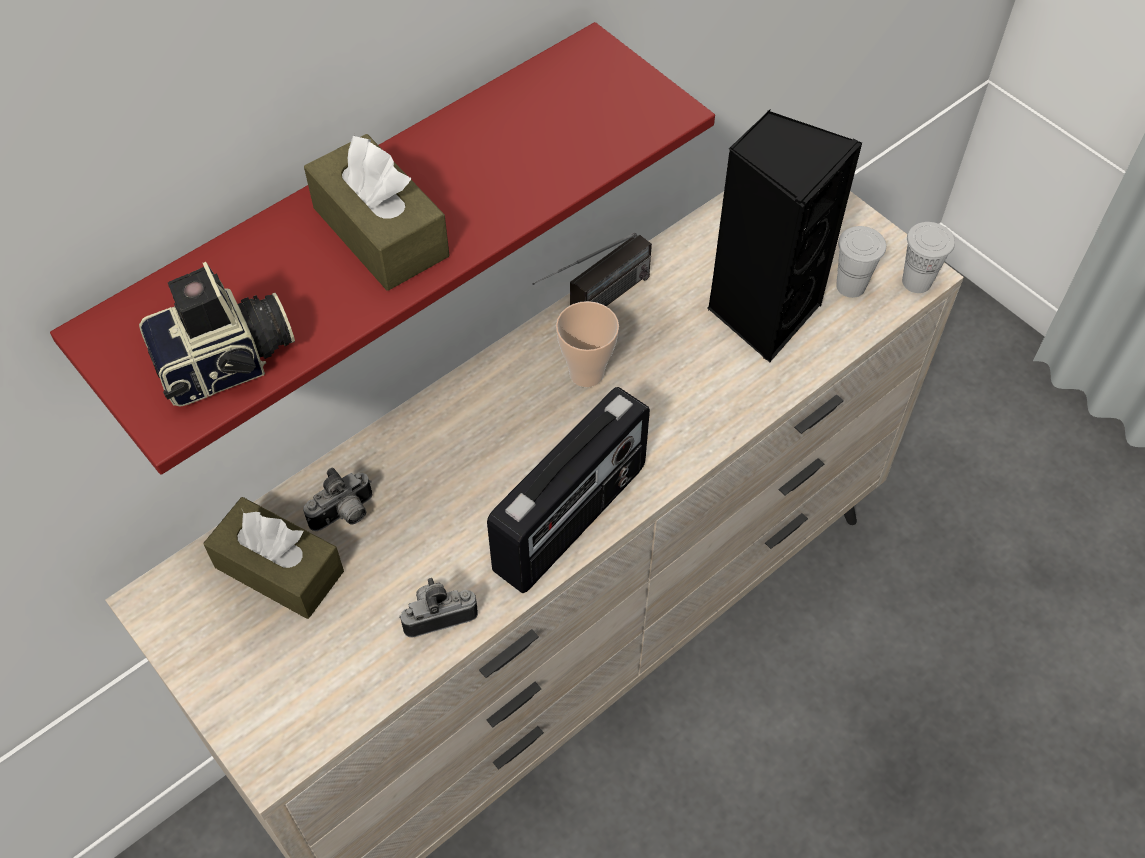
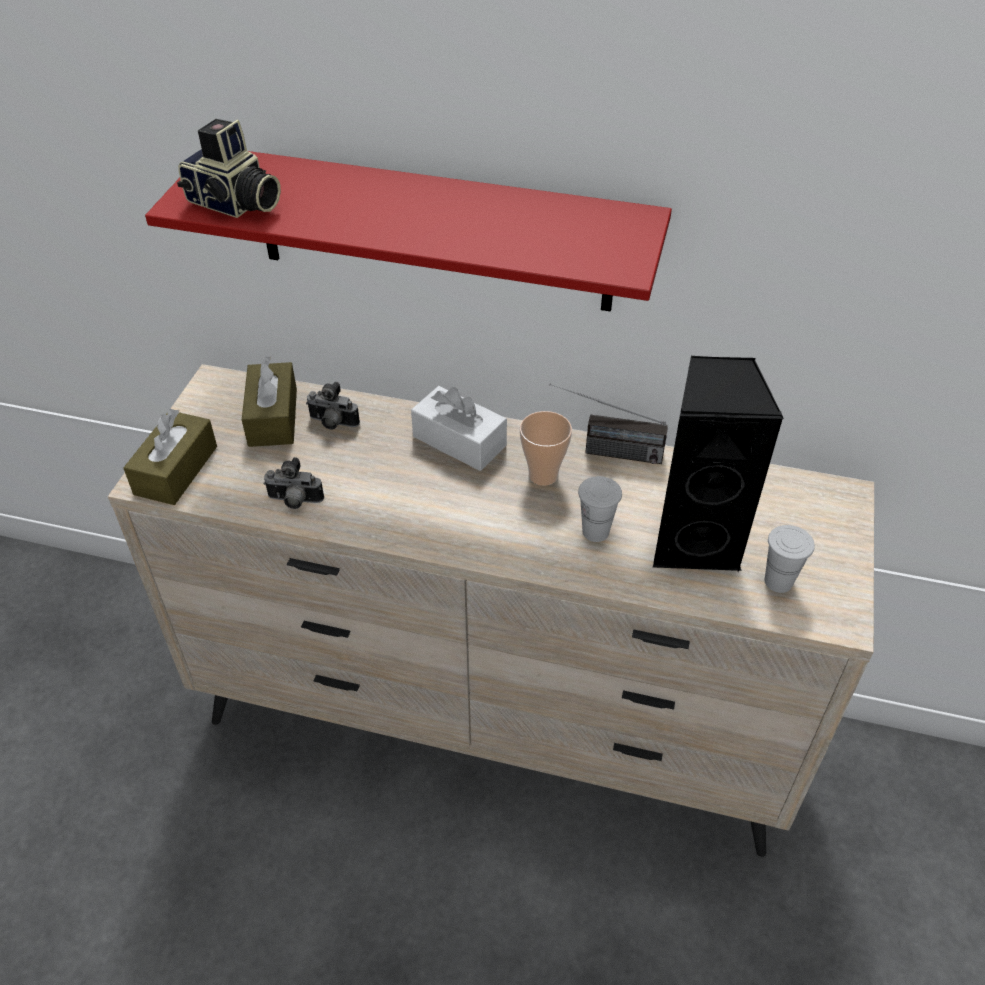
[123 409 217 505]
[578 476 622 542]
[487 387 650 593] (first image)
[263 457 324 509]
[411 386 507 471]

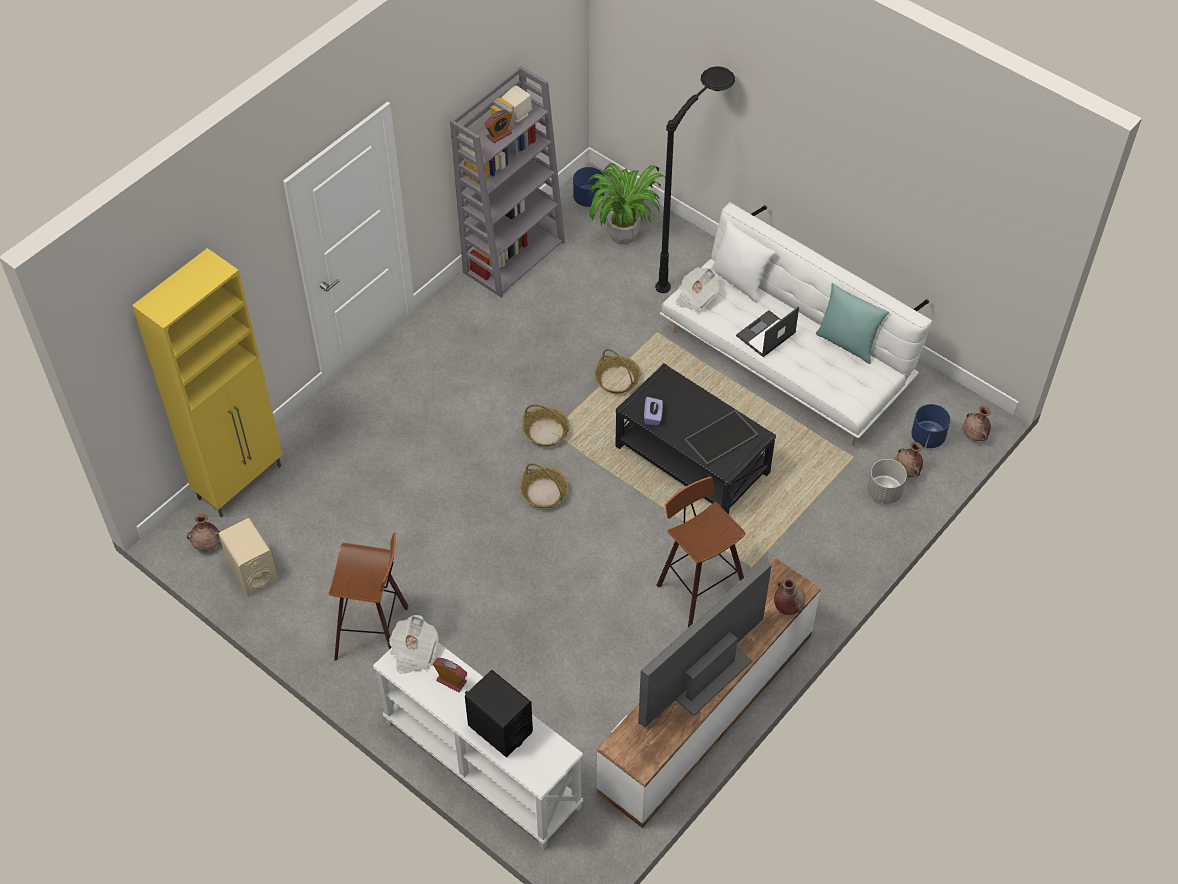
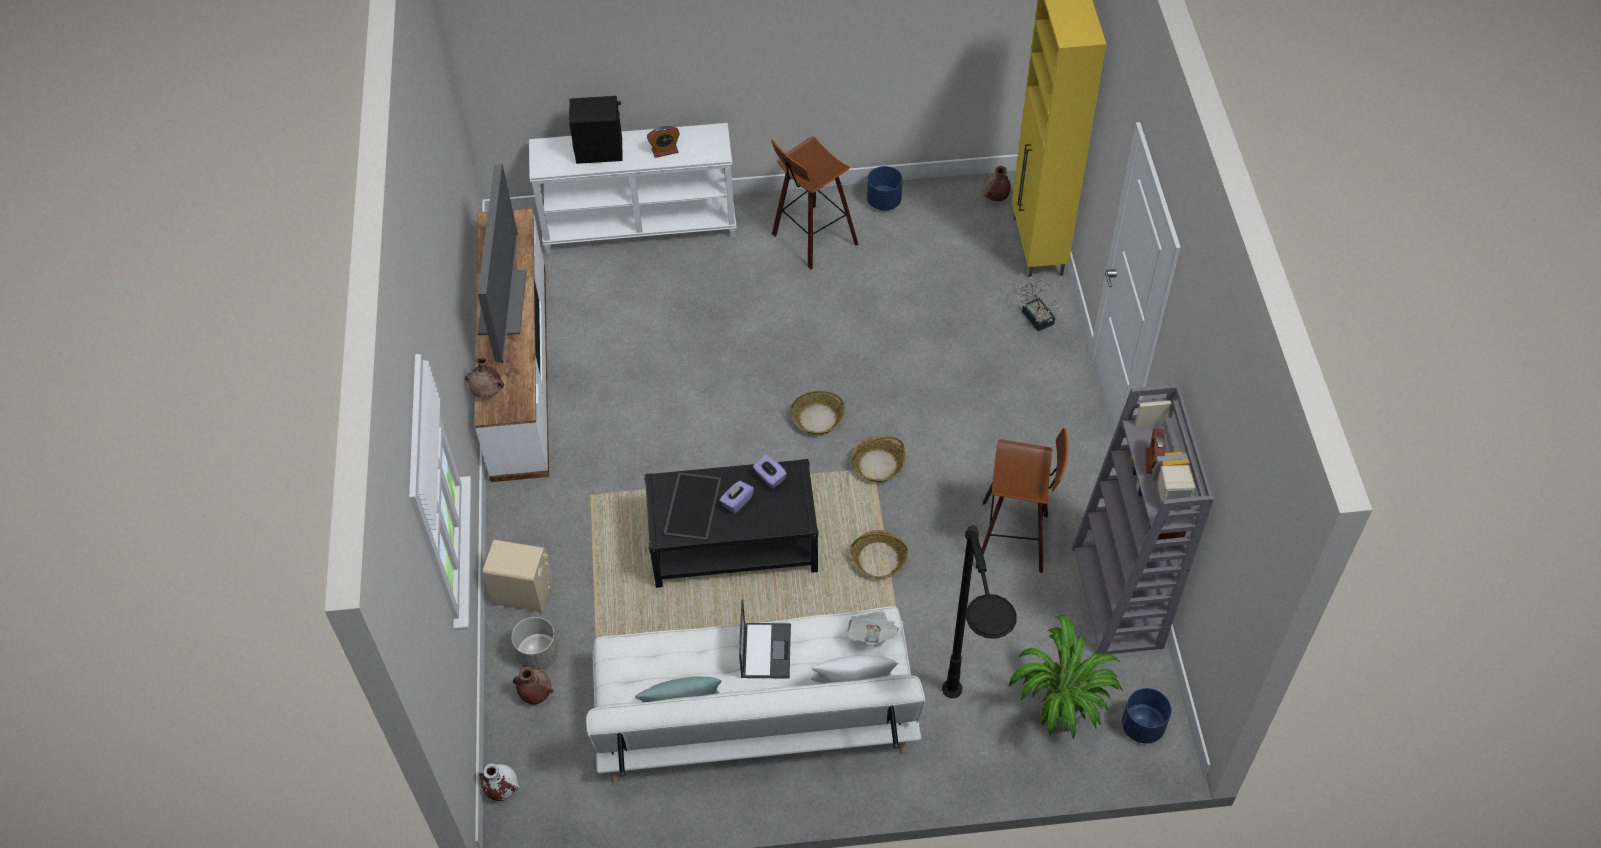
[867 166 903 211]
[479 763 520 801]
[976 428 1068 573]
[483 540 553 612]
[389 615 439 674] (first image)
[1016 273 1062 331]
[719 481 754 514]

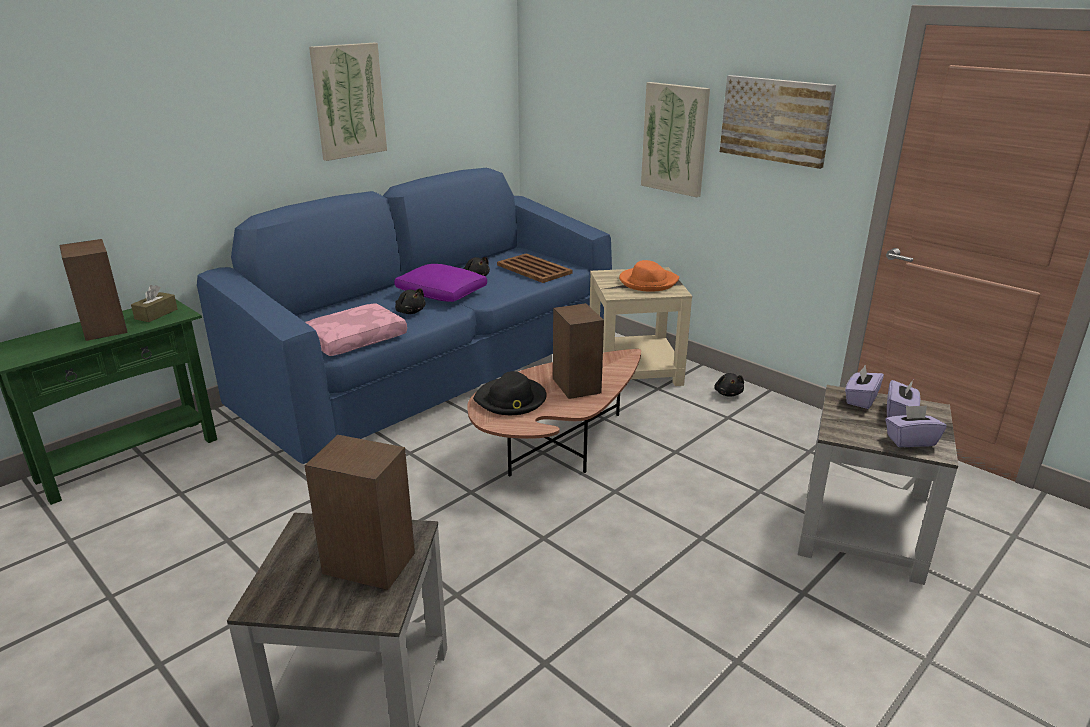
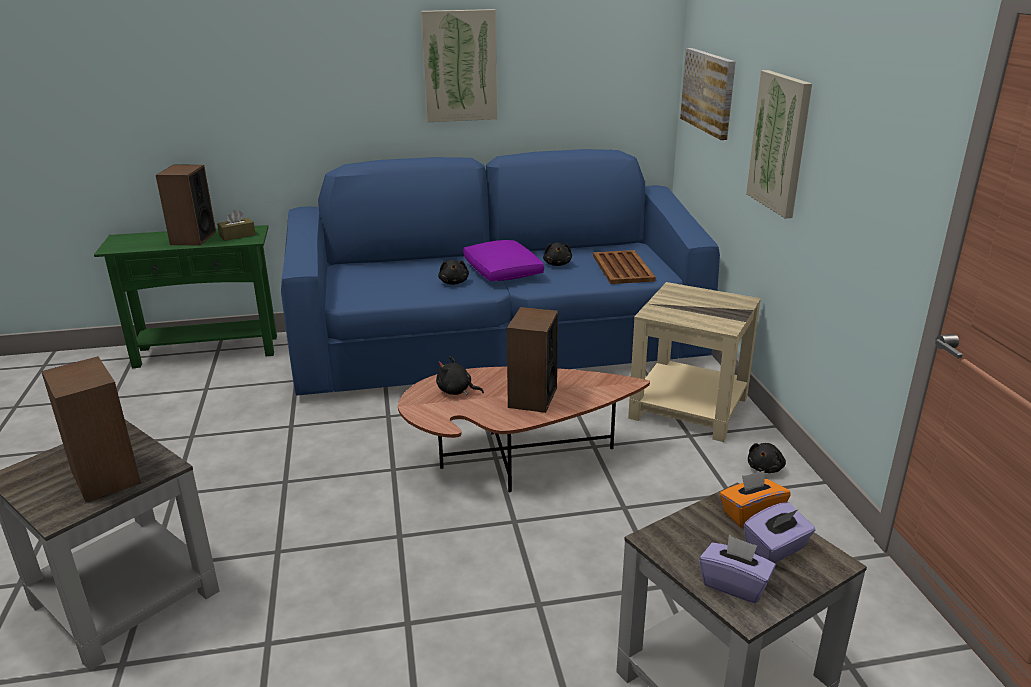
[680 48 736 140]
[619 260 679 292] (first image)
[305 303 407 356] (first image)
[720 470 791 528]
[436 356 484 395]

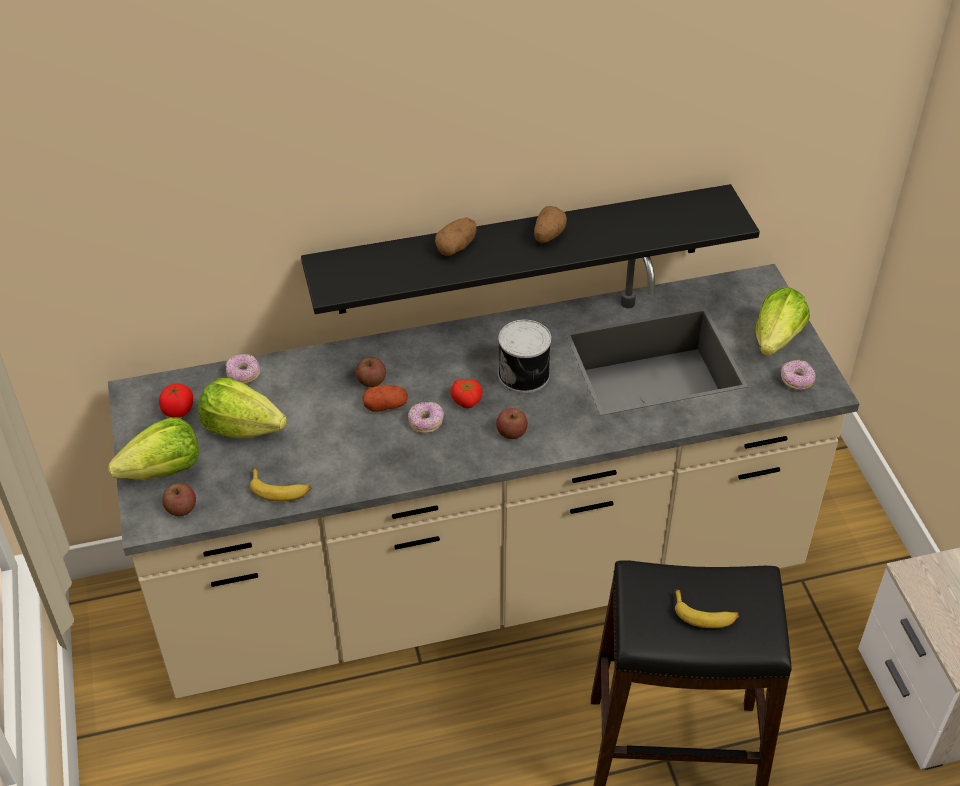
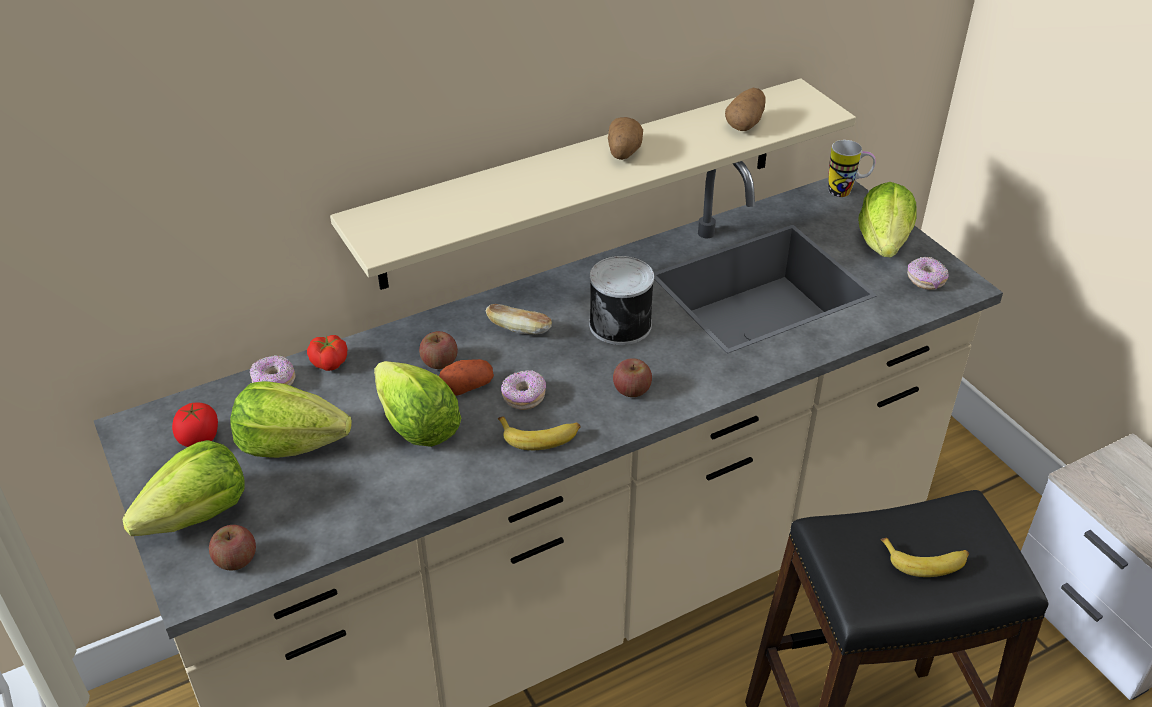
[330 78 856 290]
[725 88 765 131]
[307 335 347 371]
[498 416 580 450]
[828 140 876 197]
[486 304 552 334]
[374 361 461 447]

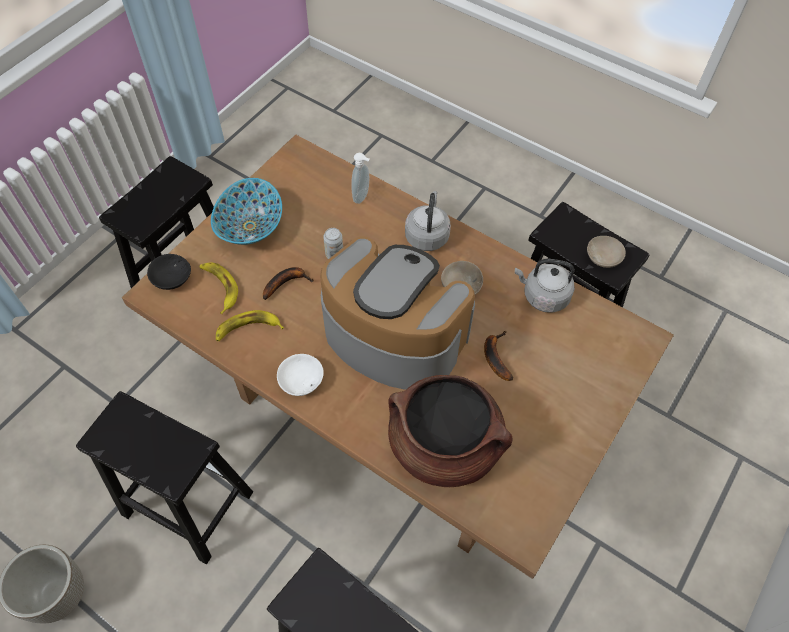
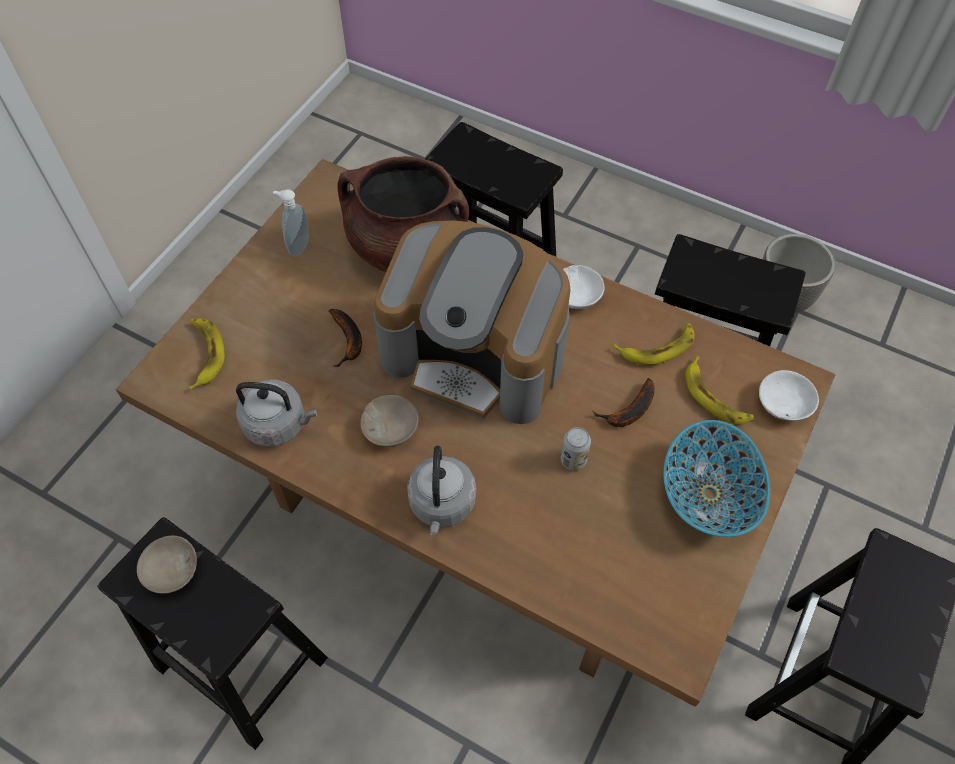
[273 190 309 256]
[759 370 819 421]
[189 318 225 390]

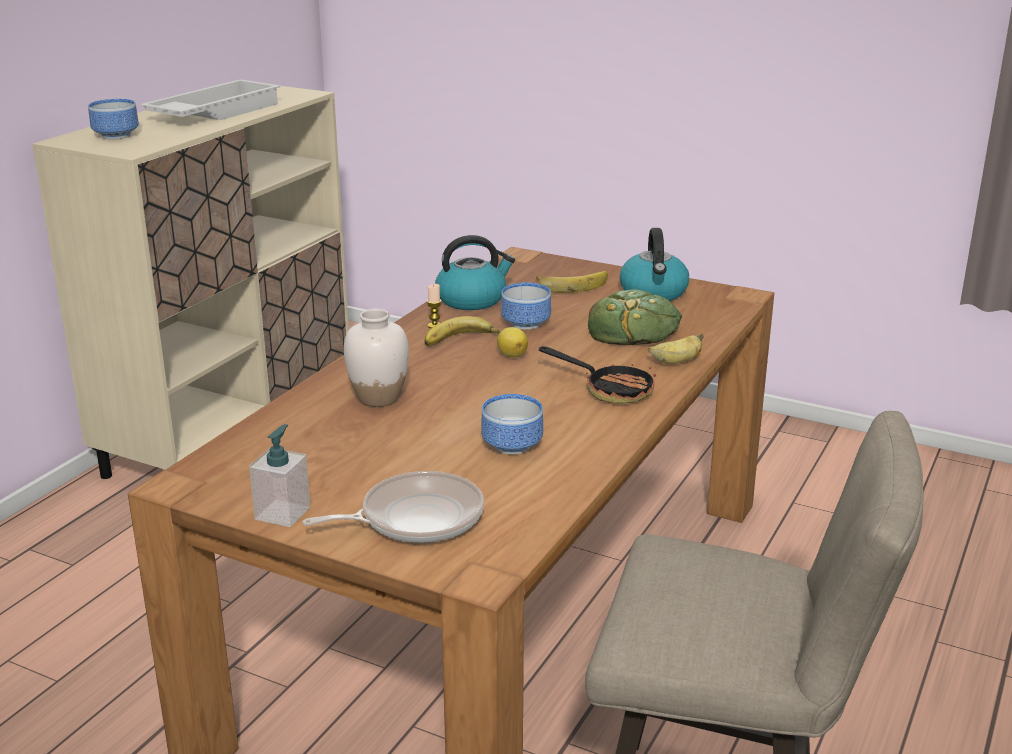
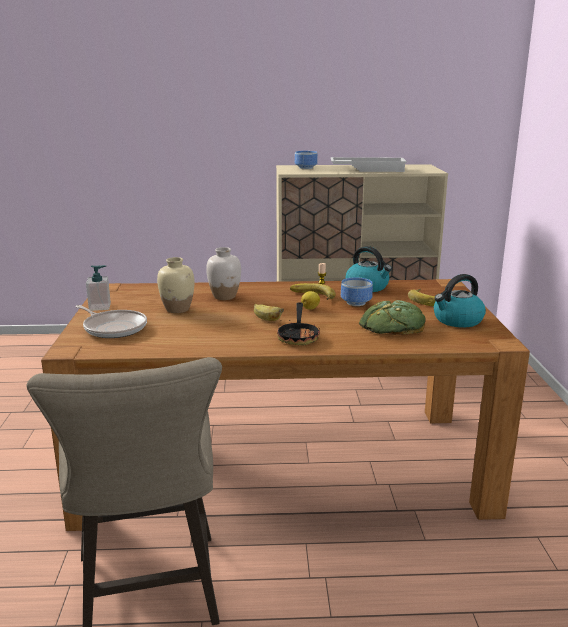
[254 304 284 321]
[481 394 543 455] (first image)
[157 257 195 313]

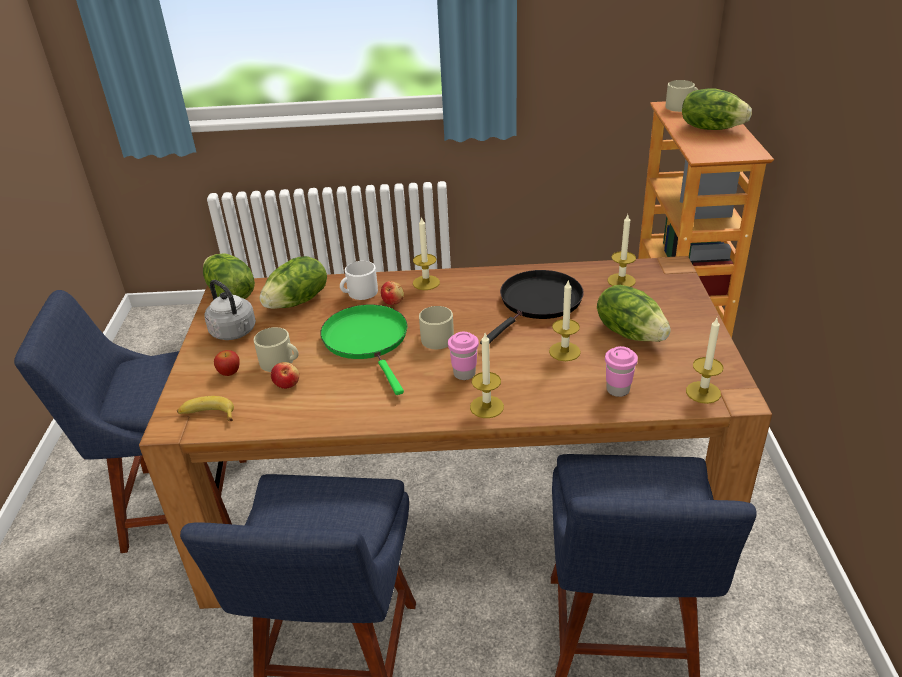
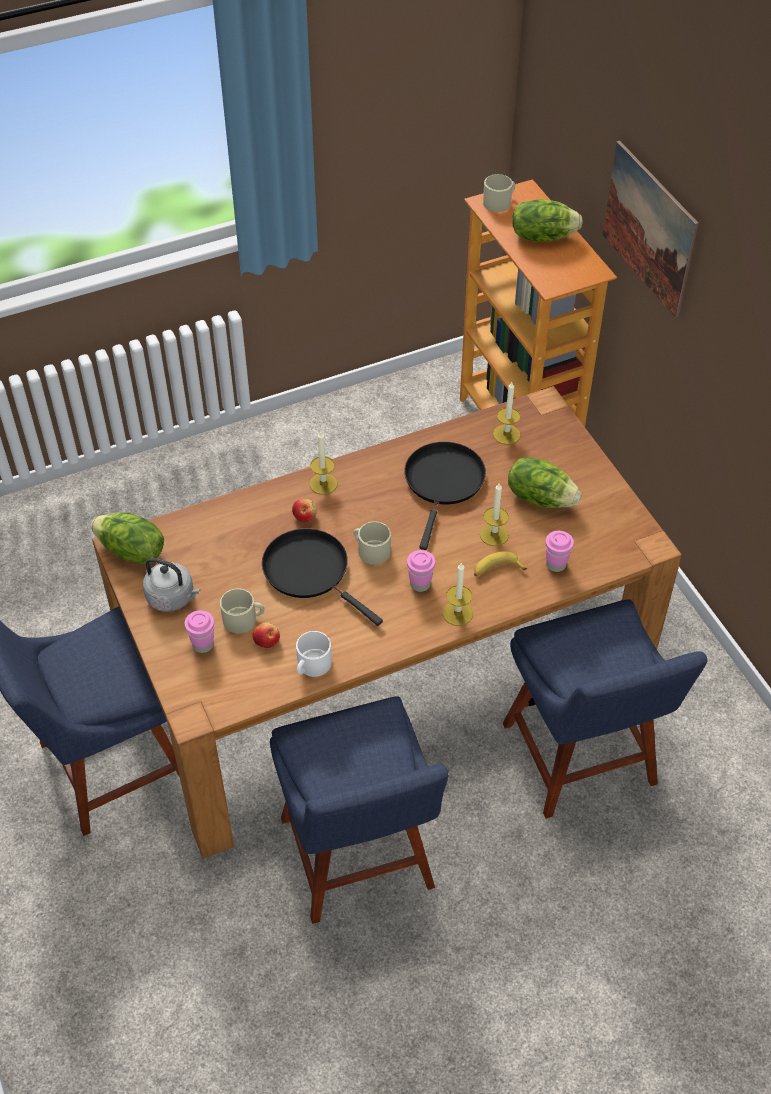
[259 256 327 309] (first image)
[296 631 332 677]
[262 529 383 626]
[686 318 723 404] (first image)
[185 610 214 653]
[474 551 527 576]
[603 141 699 318]

